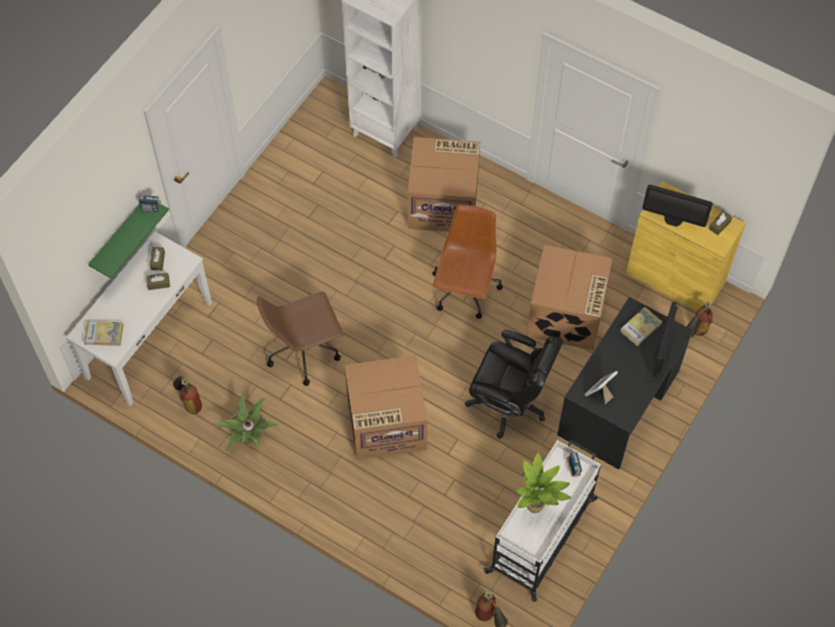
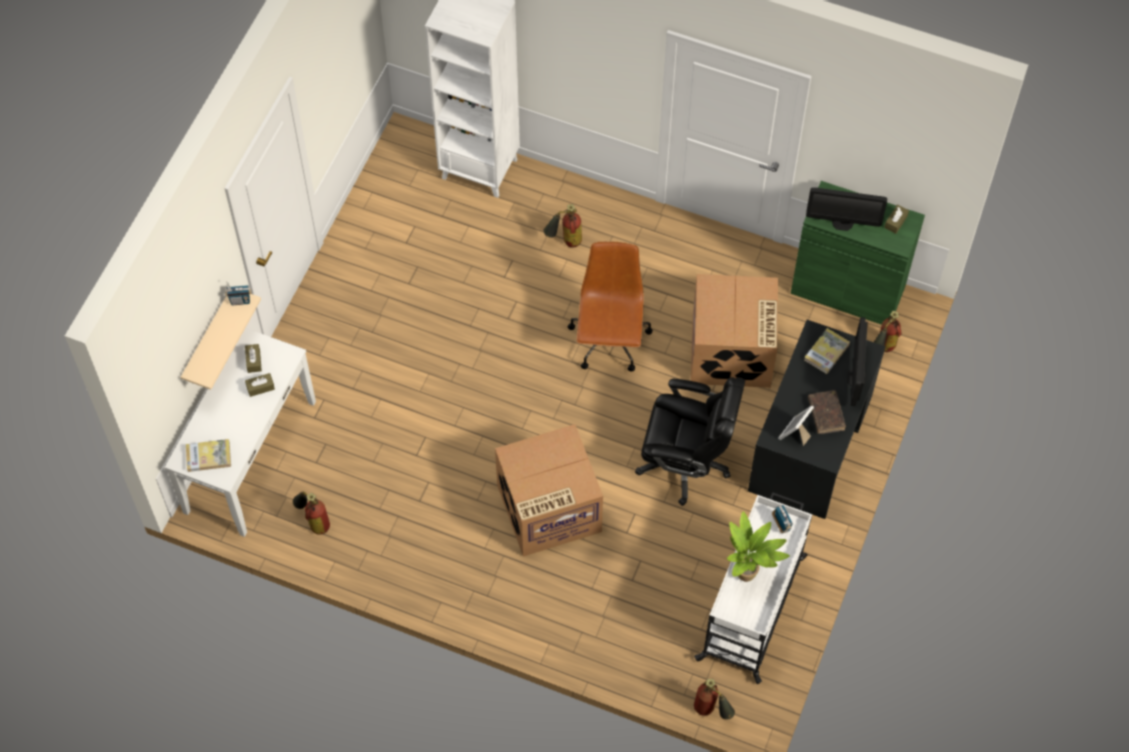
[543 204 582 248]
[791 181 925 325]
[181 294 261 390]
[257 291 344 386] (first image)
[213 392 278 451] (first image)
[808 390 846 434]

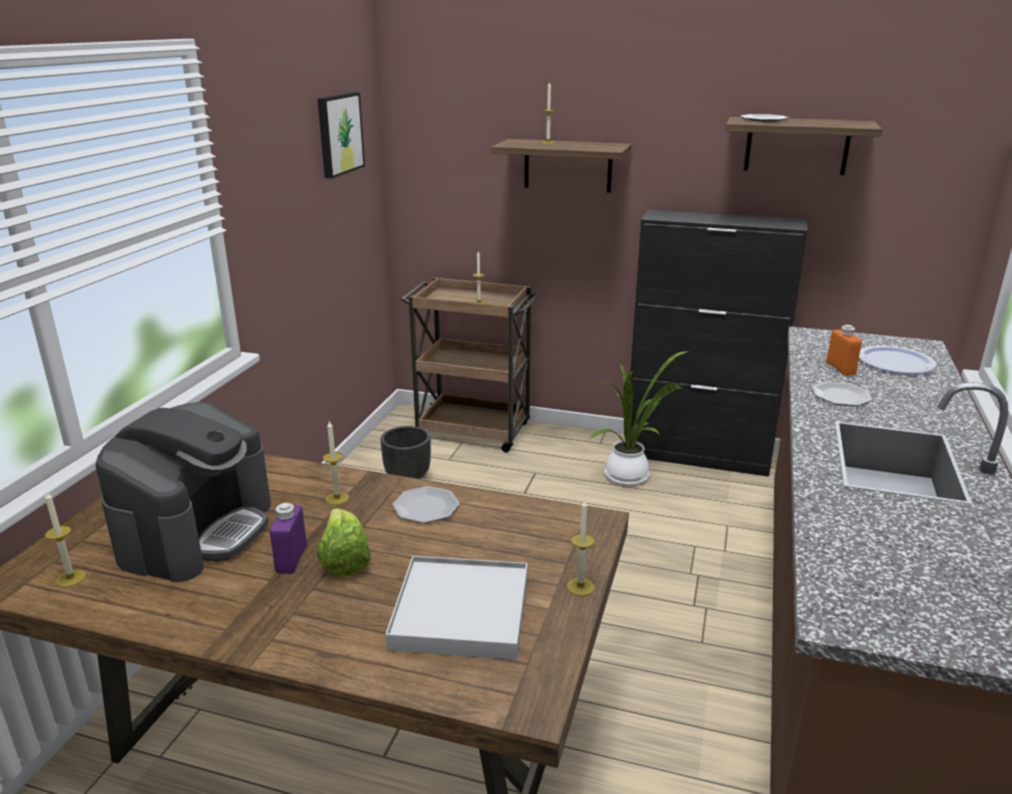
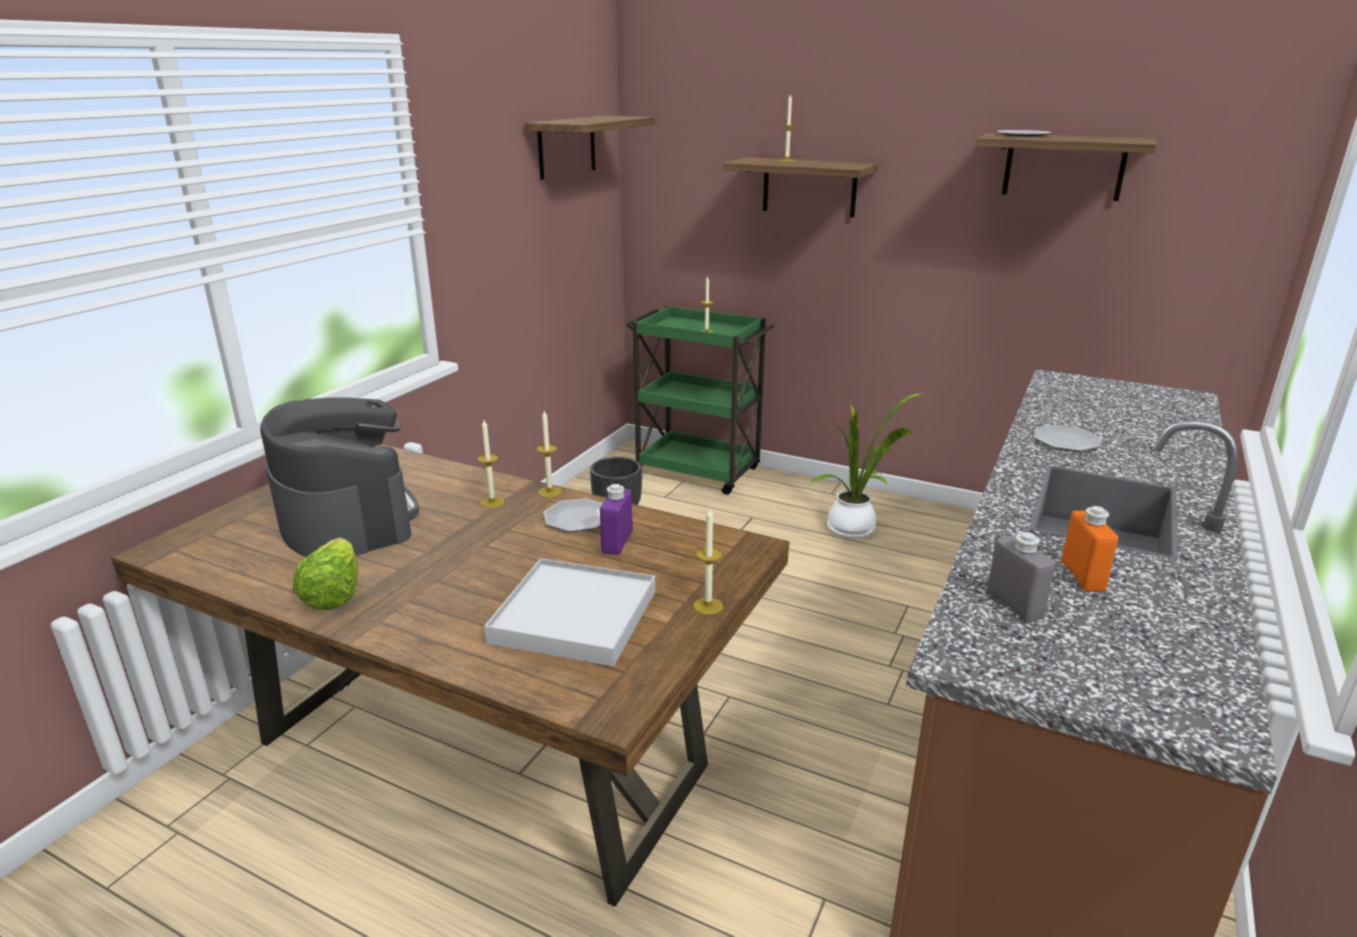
[525 116 655 180]
[630 209 808 477] (first image)
[626 305 774 495]
[1061 506 1118 591]
[859 346 937 374] (first image)
[260 397 419 557]
[537 411 562 498]
[600 484 633 555]
[293 538 359 610]
[986 532 1056 623]

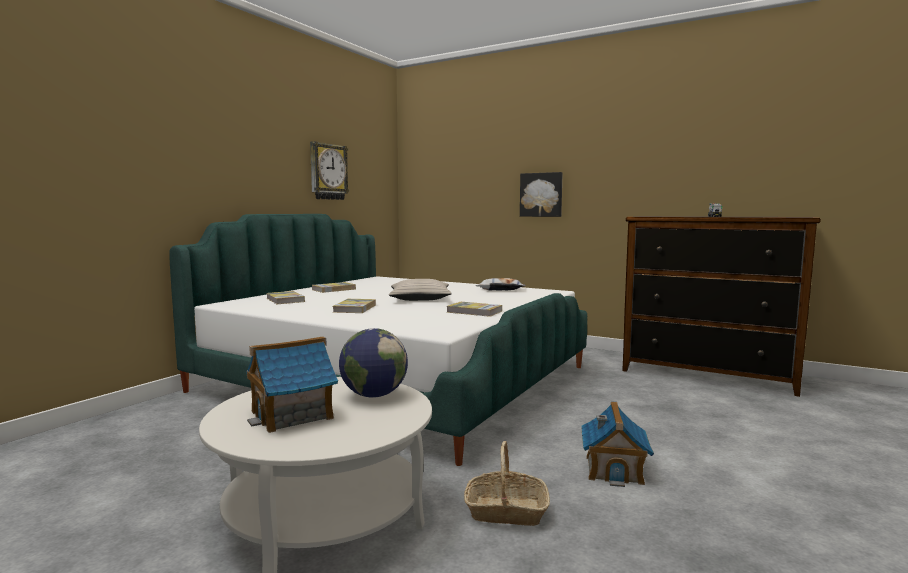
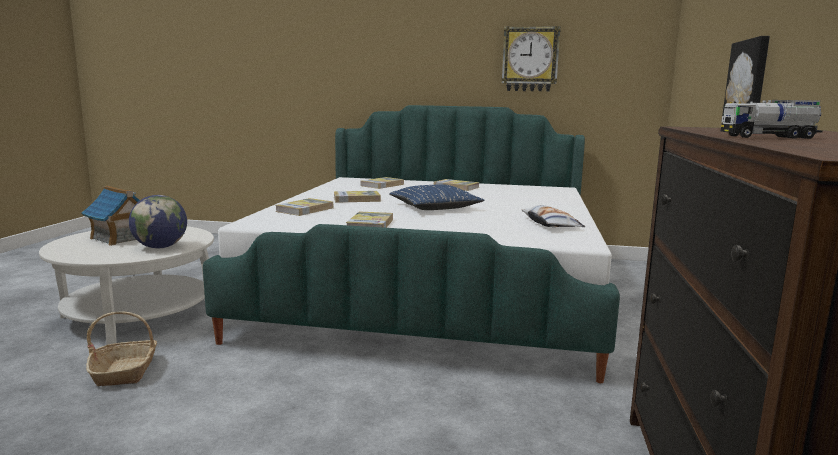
[389 184 485 210]
[581 401 654 487] (first image)
[276 198 333 216]

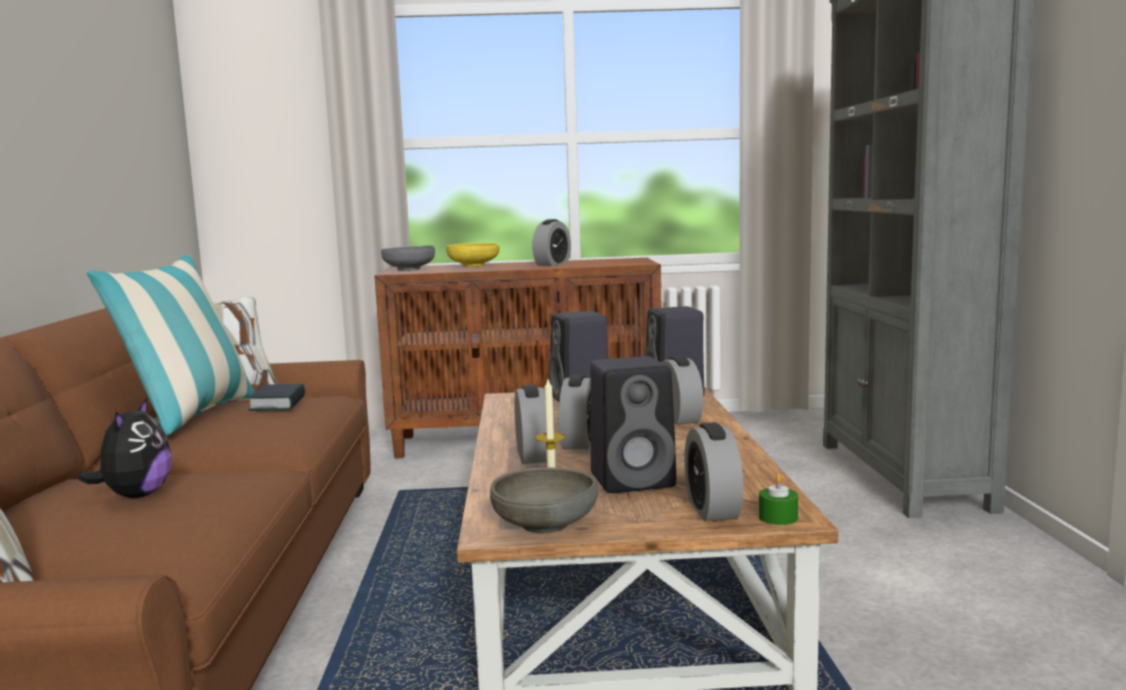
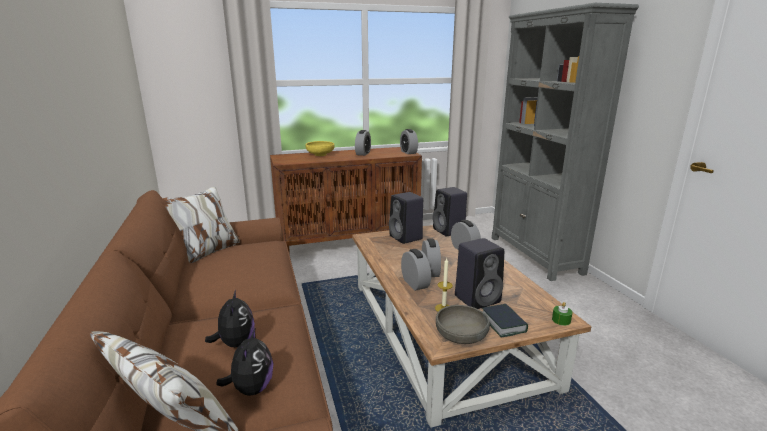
[381 245 435 271] (first image)
[87 255 255 435] (first image)
[482 304 528 337]
[400 129 418 154]
[216 327 274 396]

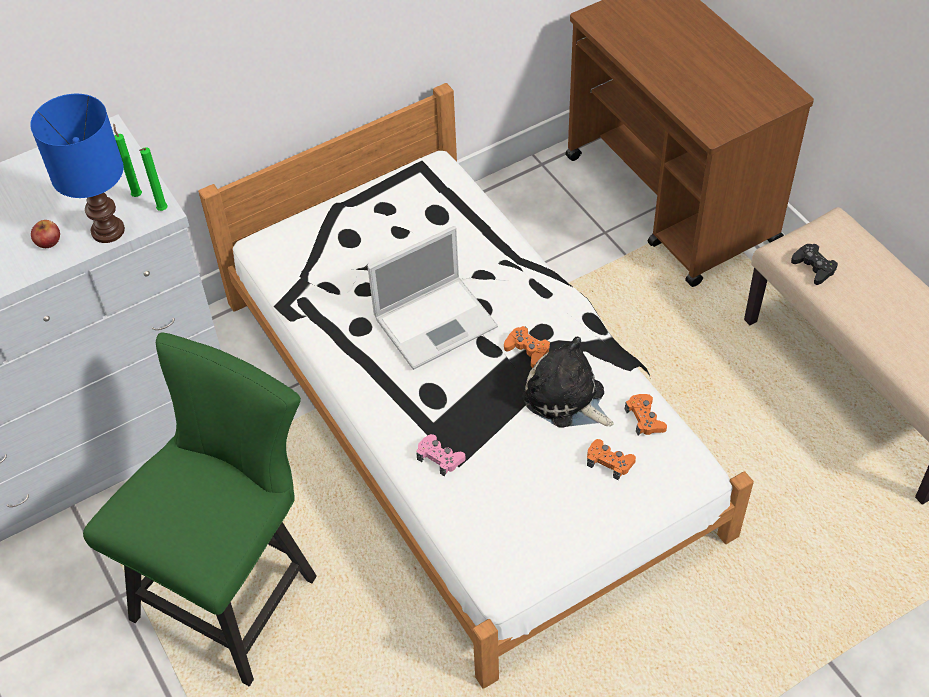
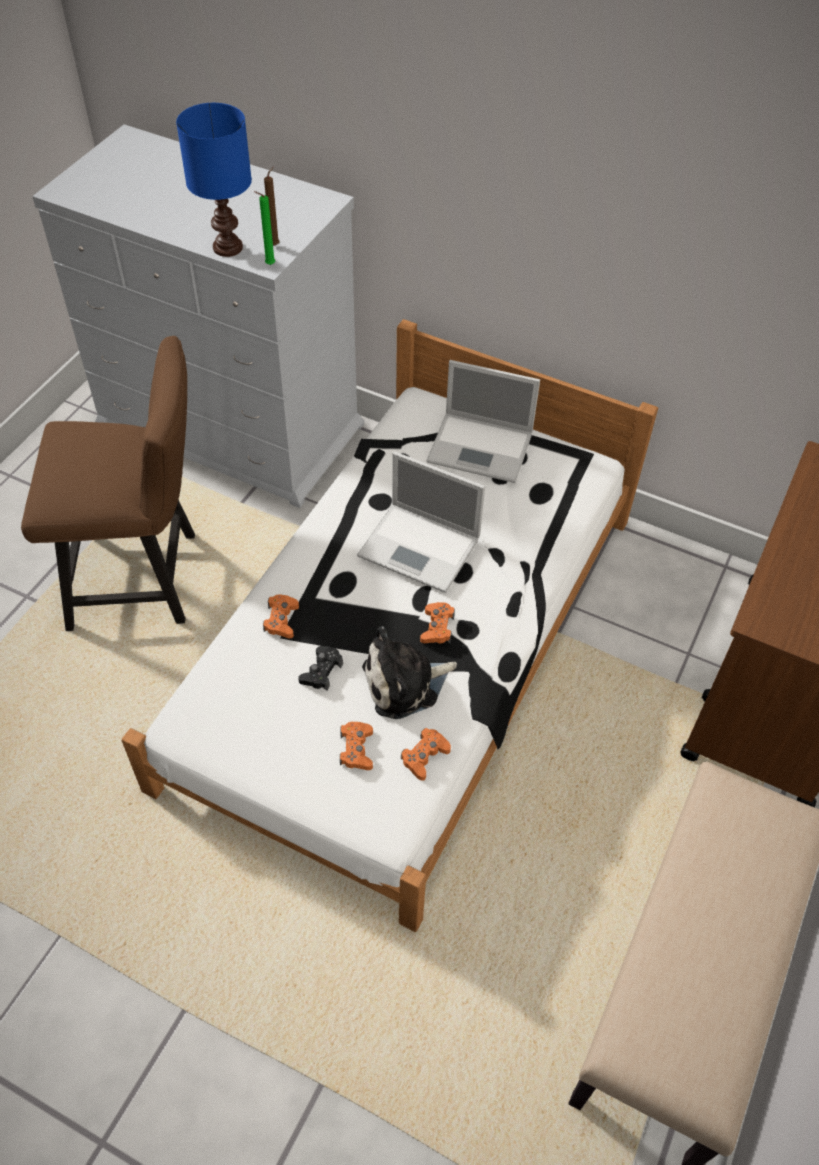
[264 167 279 246]
[31 220 60 248] (first image)
[298 646 343 691]
[21 336 195 631]
[362 626 457 719]
[263 594 299 638]
[427 360 540 483]

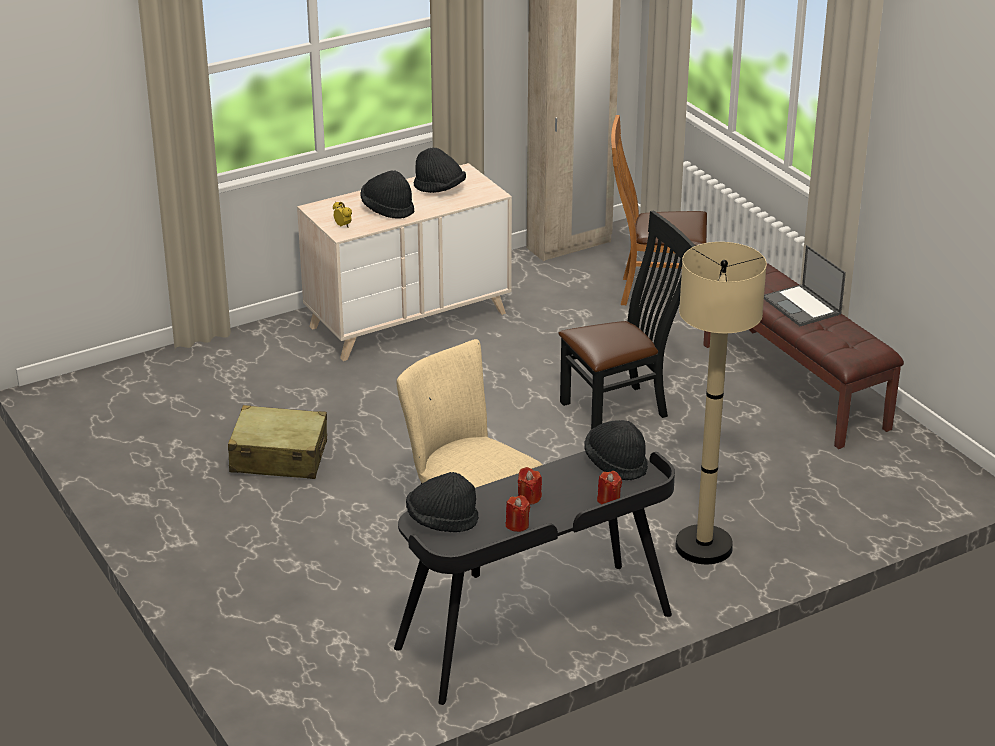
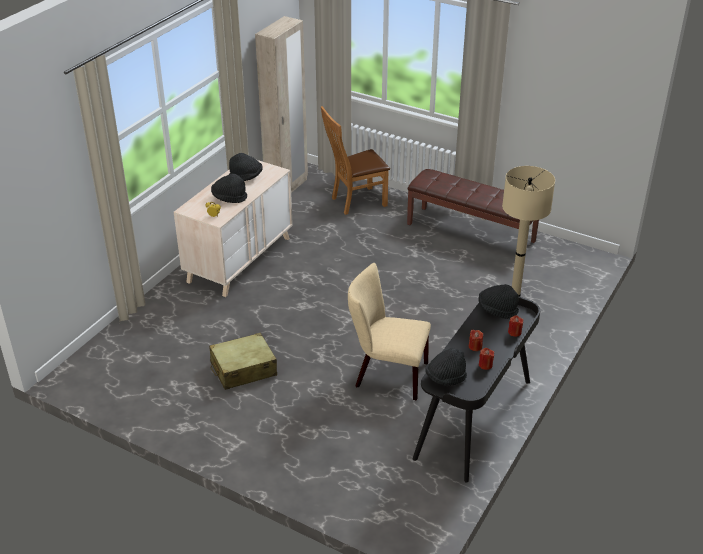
[558 210 695 429] (first image)
[764 245 846 326] (first image)

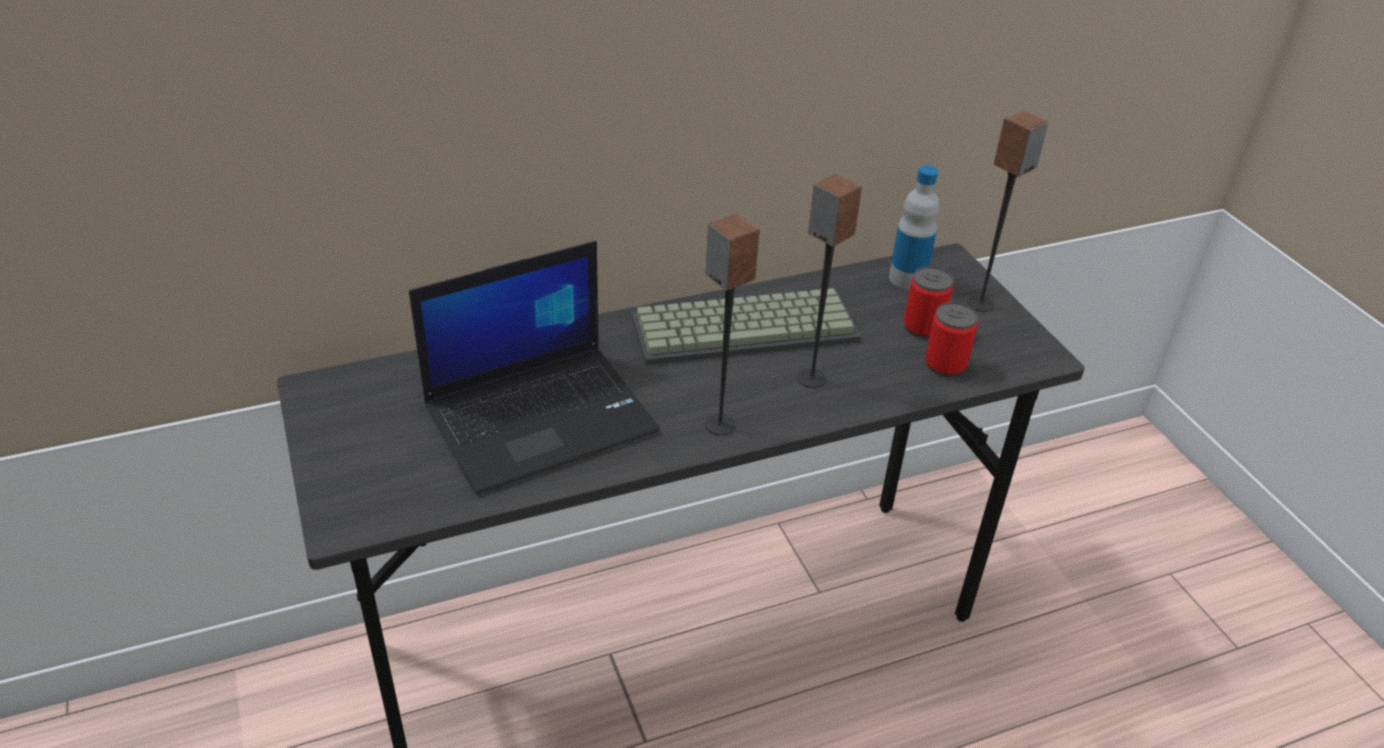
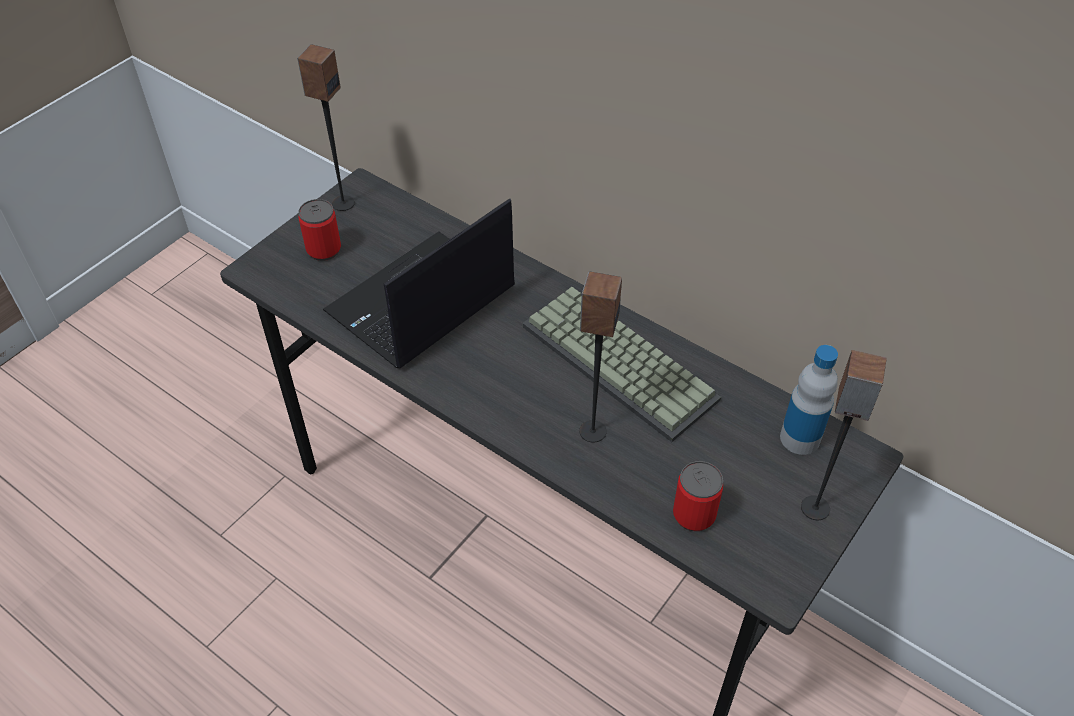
[297 44 355 211]
[323 198 515 368]
[298 199 341 261]

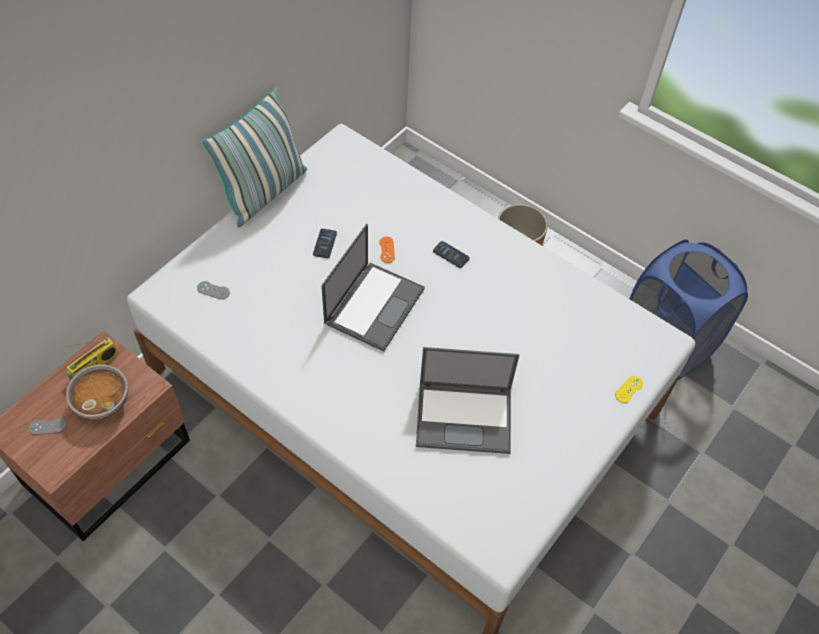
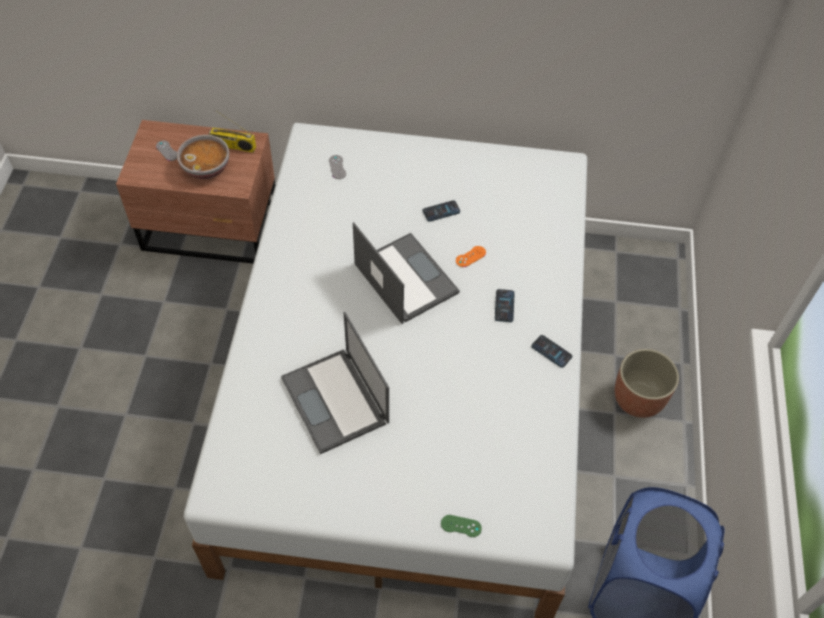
[202 87 307 228] (first image)
[353 222 460 324]
[441 515 482 537]
[532 335 572 368]

